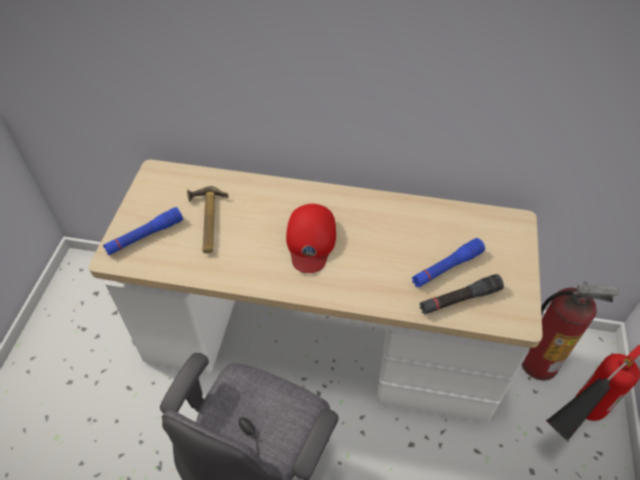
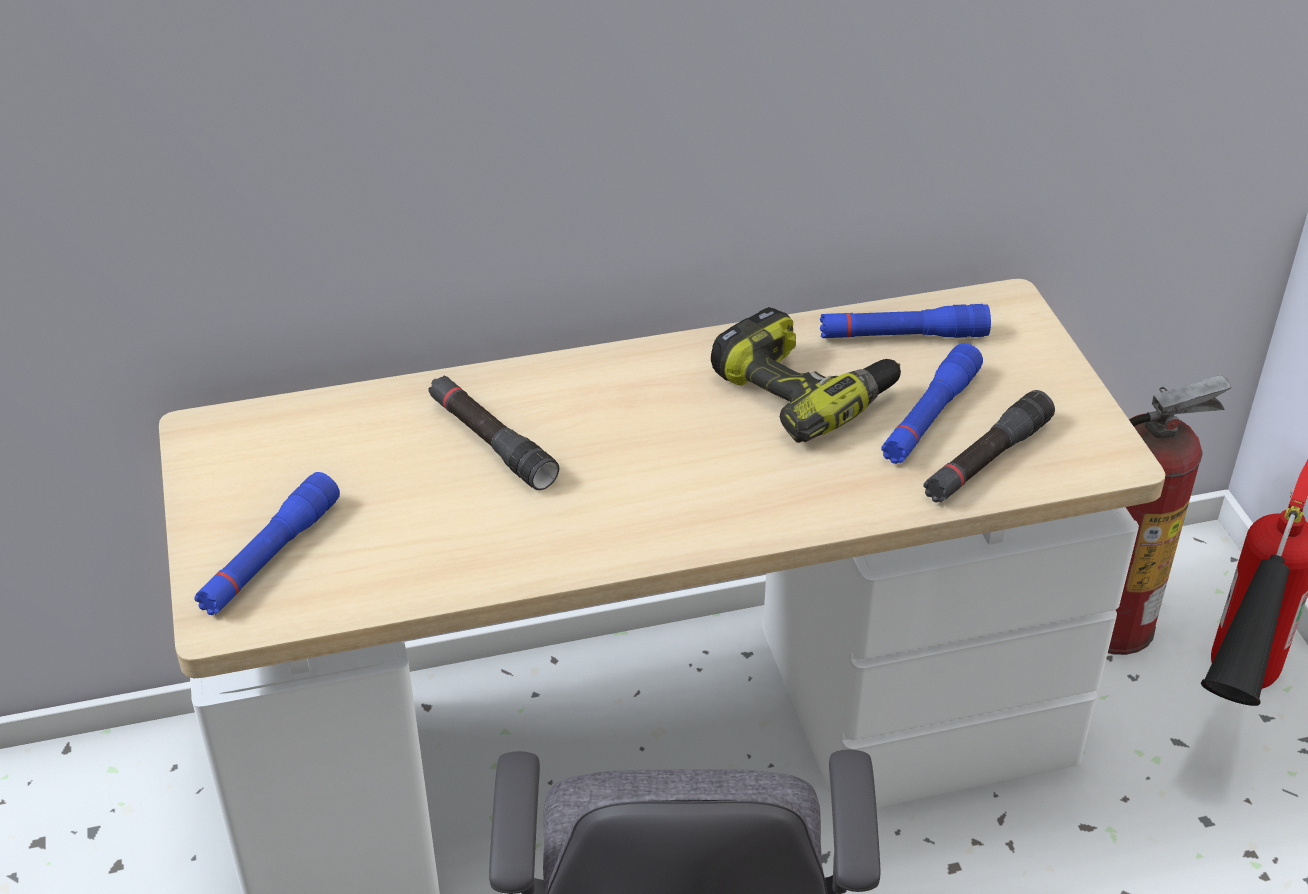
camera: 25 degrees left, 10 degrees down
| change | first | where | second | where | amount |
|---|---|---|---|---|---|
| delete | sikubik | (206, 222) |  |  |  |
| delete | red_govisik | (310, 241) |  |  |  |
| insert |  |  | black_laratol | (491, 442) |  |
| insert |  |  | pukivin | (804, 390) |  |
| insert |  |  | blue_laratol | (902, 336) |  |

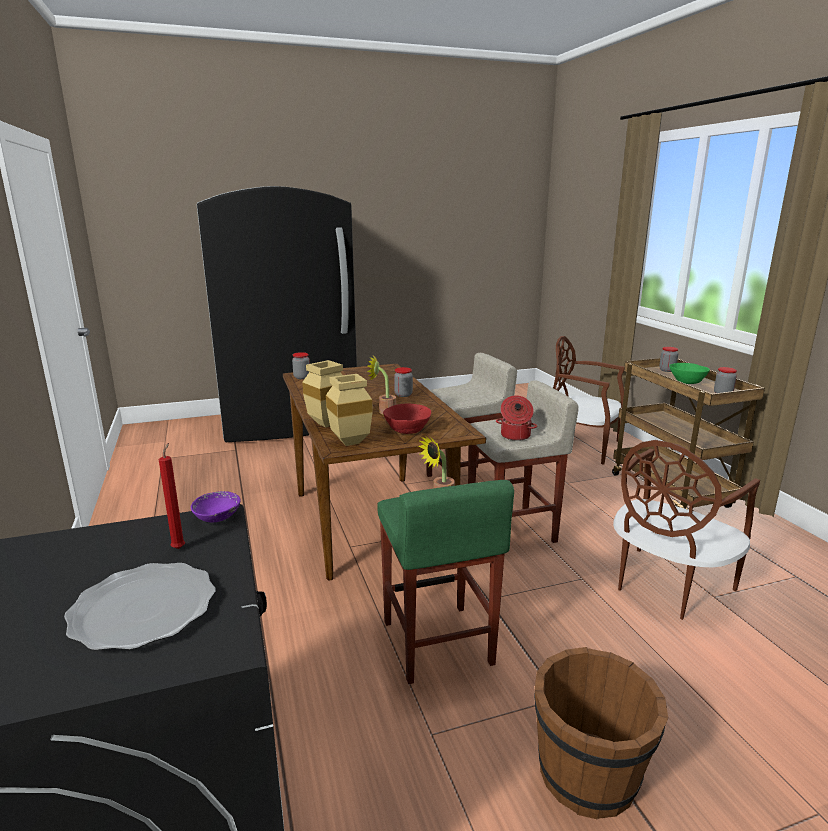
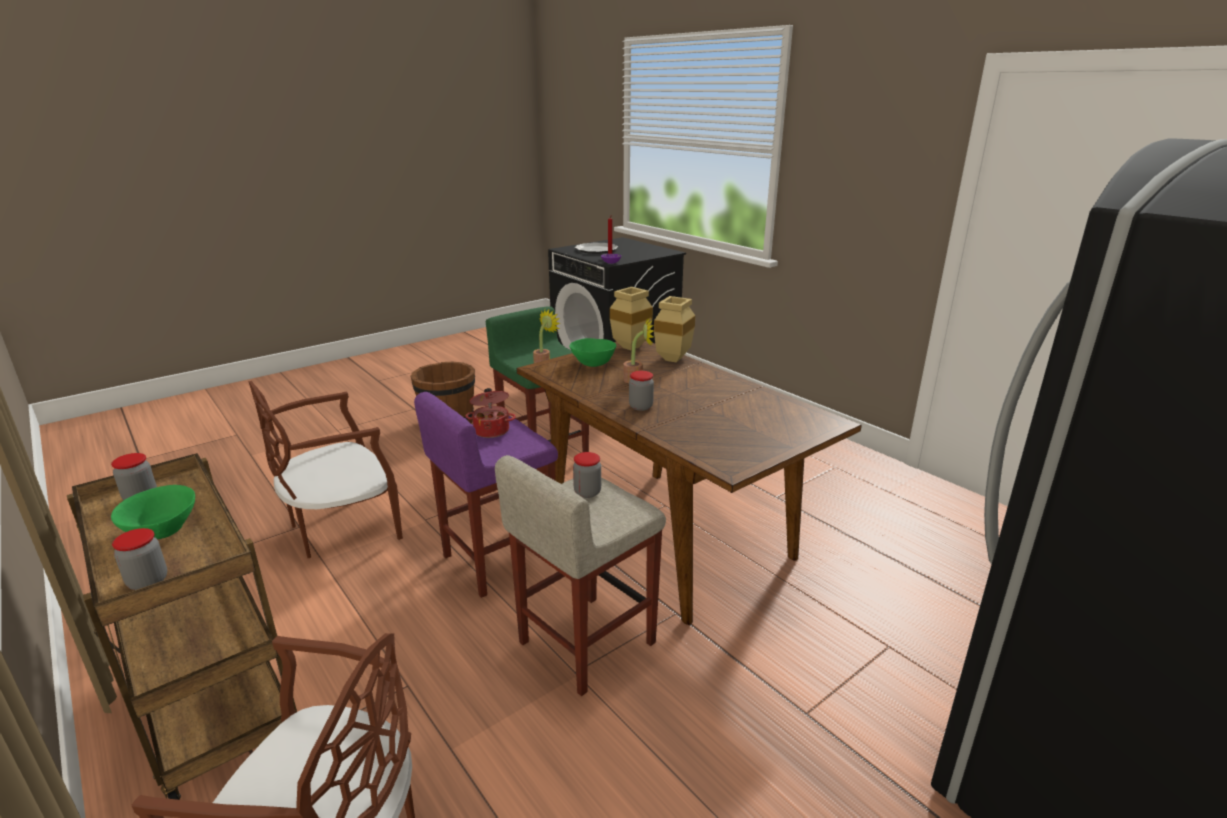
camera: 160 degrees right, 5 degrees up
| change | first | where | second | where | amount |
|---|---|---|---|---|---|
| move | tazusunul | (302, 377) |  | (587, 492) |  |
| recolor | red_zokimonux | (406, 430) | green_zokimonux | (593, 363) |  |
| recolor | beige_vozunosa | (512, 531) | purple_vozunosa | (498, 560) |  |
| rotate | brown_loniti | (666, 586) |  | (341, 528) | 150 degrees counterclockwise |

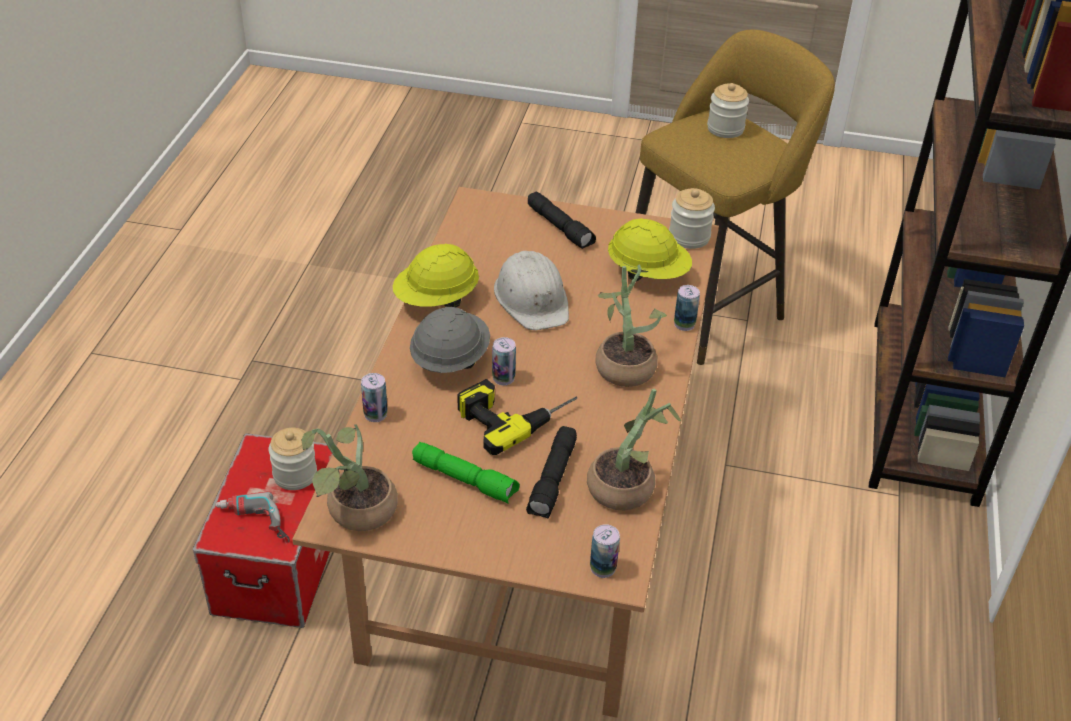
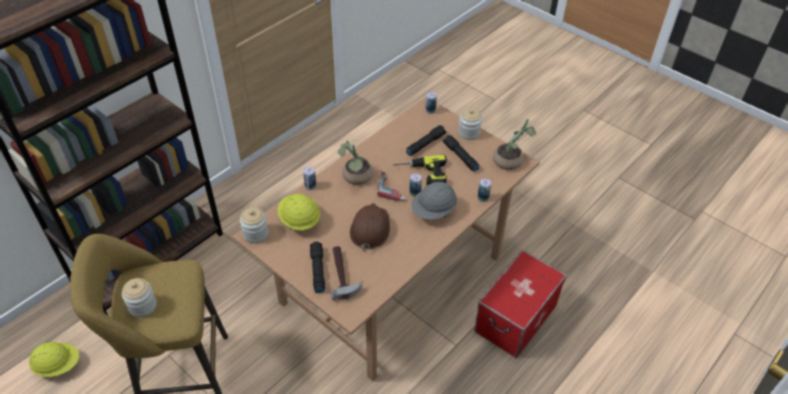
camera: 150 degrees left, 5 degrees up
| change | first | where | second | where | amount |
|---|---|---|---|---|---|
| delete | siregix | (628, 486) |  |  |  |
| insert |  |  | sikubik | (344, 275) |  |
| move | pukivin | (252, 525) |  | (393, 187) |  |
| move | tazusunul | (295, 475) |  | (468, 133) |  |
| move | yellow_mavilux | (436, 300) |  | (58, 365) |  |
| recolor | green_laratol | (466, 479) | black_laratol | (460, 157) |  |
| recolor | white_mavilux | (532, 299) | brown_mavilux | (370, 229) |  |

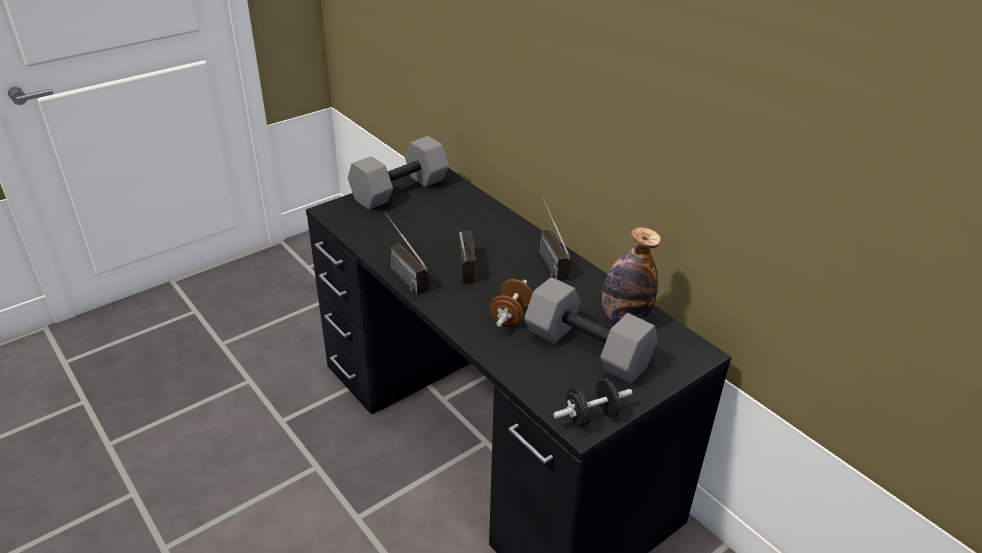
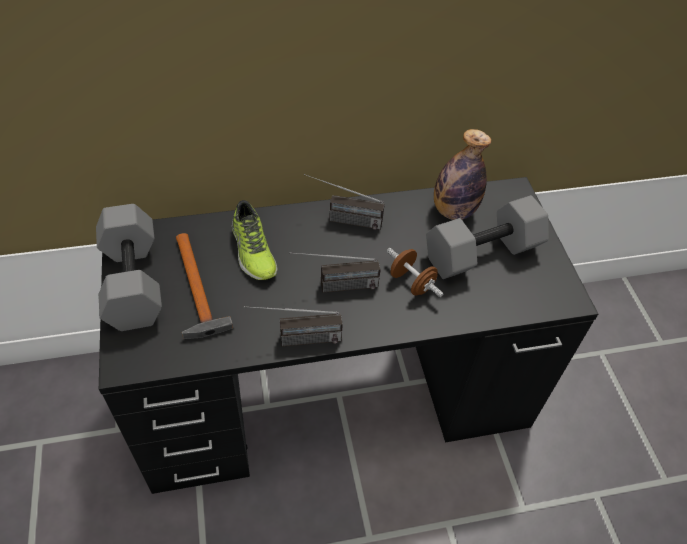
camera: 65 degrees left, 15 degrees up
| change | first | where | second | where | amount |
|---|---|---|---|---|---|
| delete | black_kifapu | (591, 416) |  |  |  |
| insert |  |  | sikubik | (196, 290) |  |
| insert |  |  | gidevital | (252, 250) |  |
| rotate | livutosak | (469, 275) |  | (334, 287) | 150 degrees clockwise |

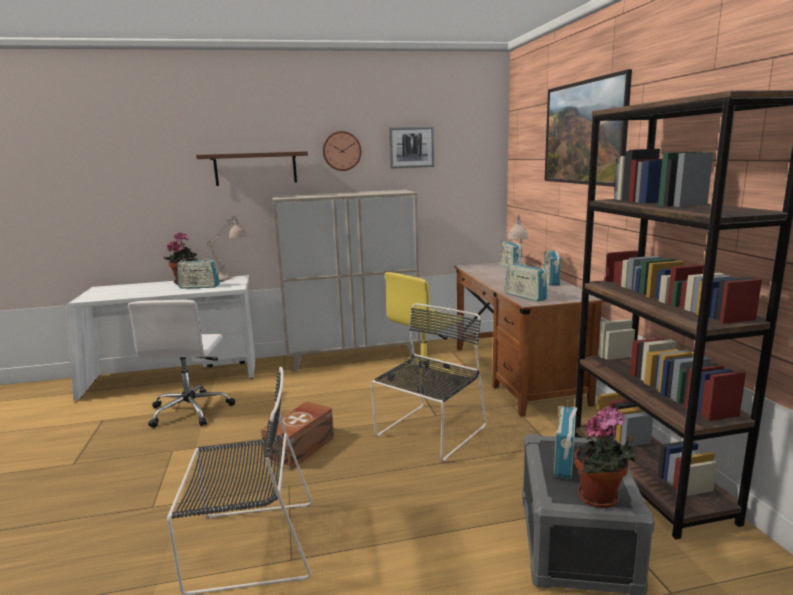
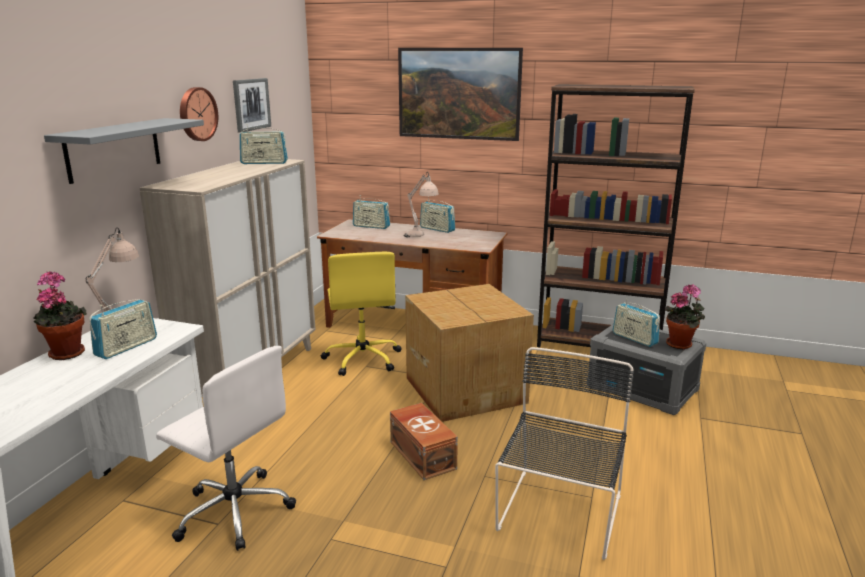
camera: 60 degrees left, 5 degrees up
| change | first | where | second | where | amount |
|---|---|---|---|---|---|
| move | livutosak | (525, 296) |  | (264, 163) |  |
| replace | black_loniti | (429, 432) | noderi | (466, 389) |  |
| recolor | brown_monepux | (255, 168) | grey_monepux | (114, 149) |  |

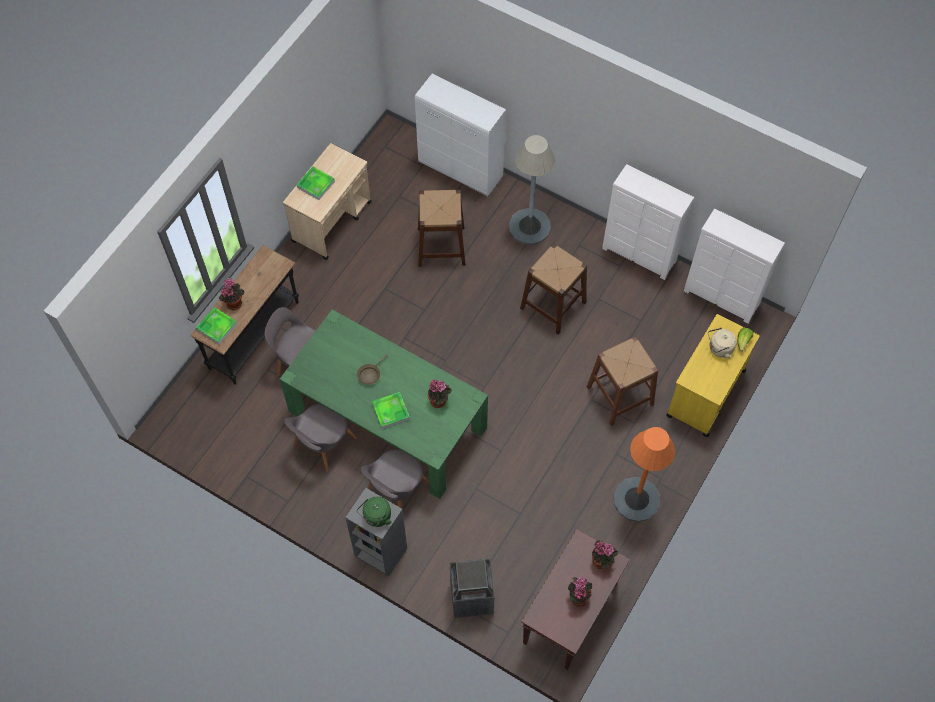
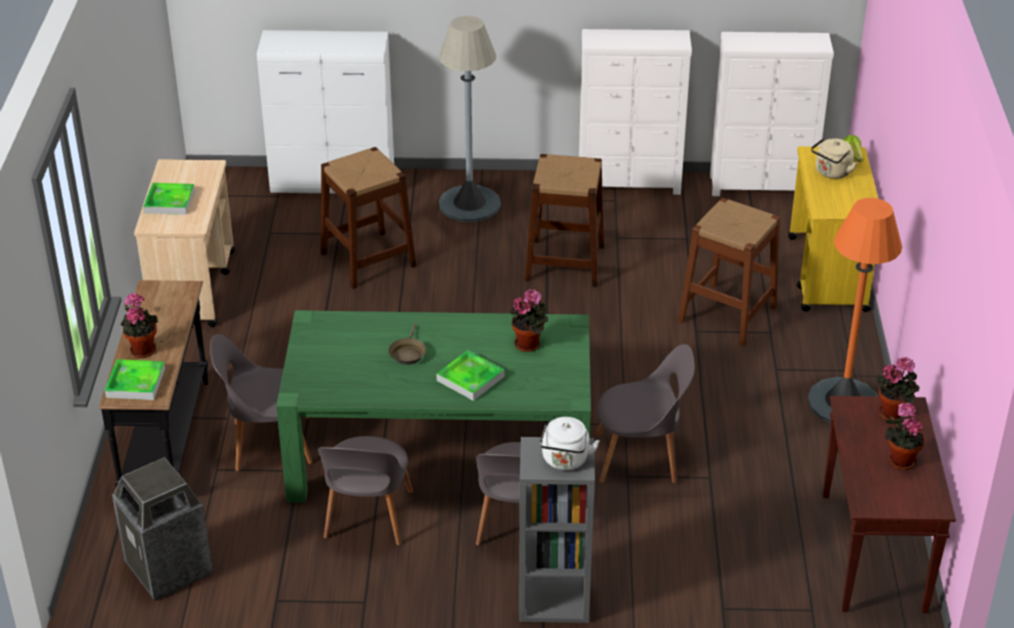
camera: 30 degrees left, 25 degrees down
| change | first | where | second | where | amount |
|---|---|---|---|---|---|
| insert |  |  | grey_loniti | (640, 458) |  |
| move | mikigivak | (472, 597) |  | (169, 569) |  |
| recolor | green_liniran | (376, 517) | white_liniran | (565, 461) |  |

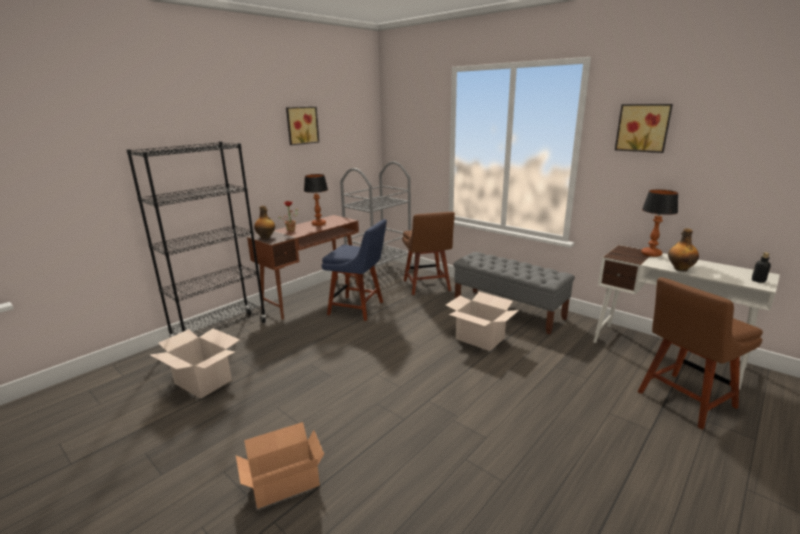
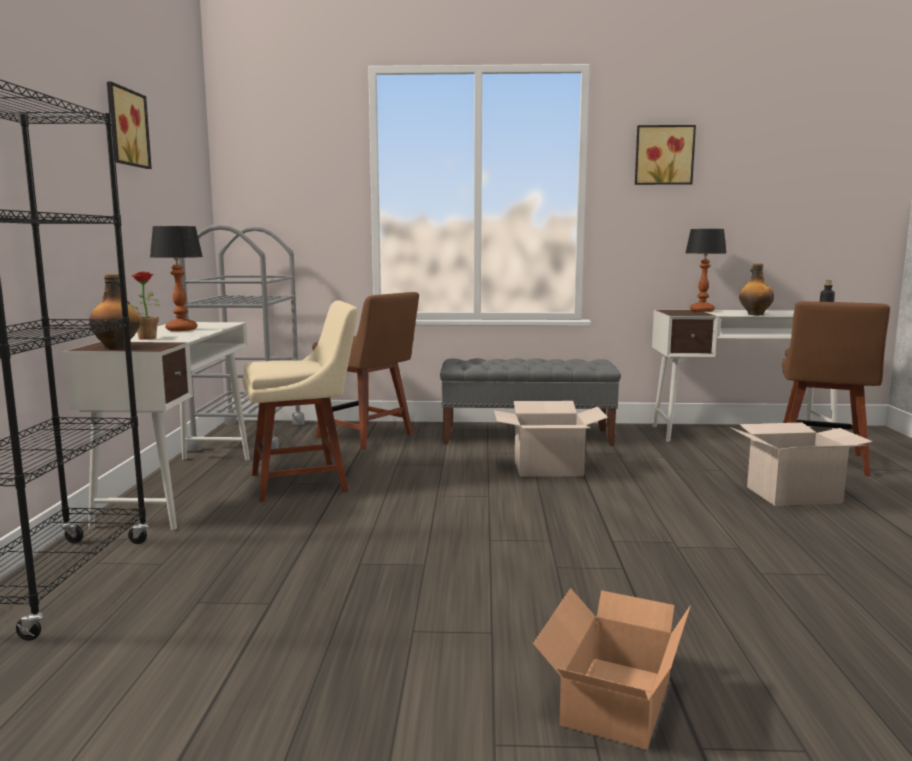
camera: 40 degrees left, 10 degrees down
| change | first | where | second | where | amount |
|---|---|---|---|---|---|
| move | noderi | (202, 382) |  | (793, 495) |  |
| recolor | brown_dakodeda | (312, 297) | white_dakodeda | (180, 488) |  |
| recolor | blue_loniti | (358, 308) | beige_loniti | (304, 482) |  |

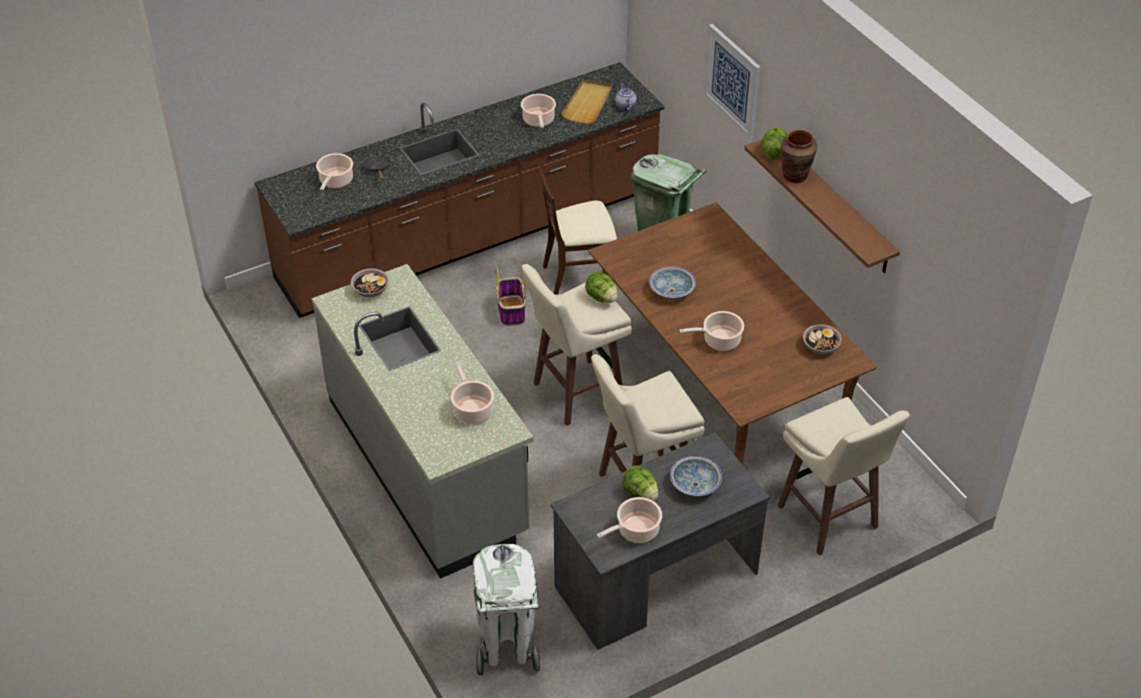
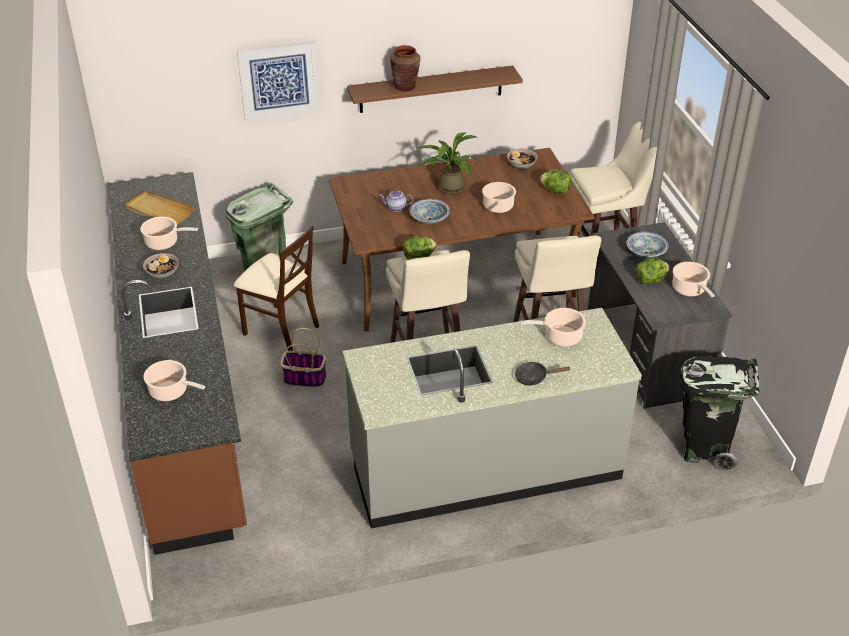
camera: 75 degrees left, 5 degrees down
| change | first | where | second | where | amount |
|---|---|---|---|---|---|
| insert |  |  | siregix | (448, 187) |  |
| move | zokimonux | (370, 290) |  | (162, 273) |  |
| move | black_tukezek | (377, 169) |  | (534, 377) |  |
| move | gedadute | (625, 106) |  | (396, 208) |  |
| move | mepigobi | (774, 153) |  | (555, 190) |  |
| recolor | white_mikigivak | (507, 649) | black_mikigivak | (705, 448) |  |
| rotate | beige_loniti | (578, 277) |  | (281, 329) | 60 degrees counterclockwise |

